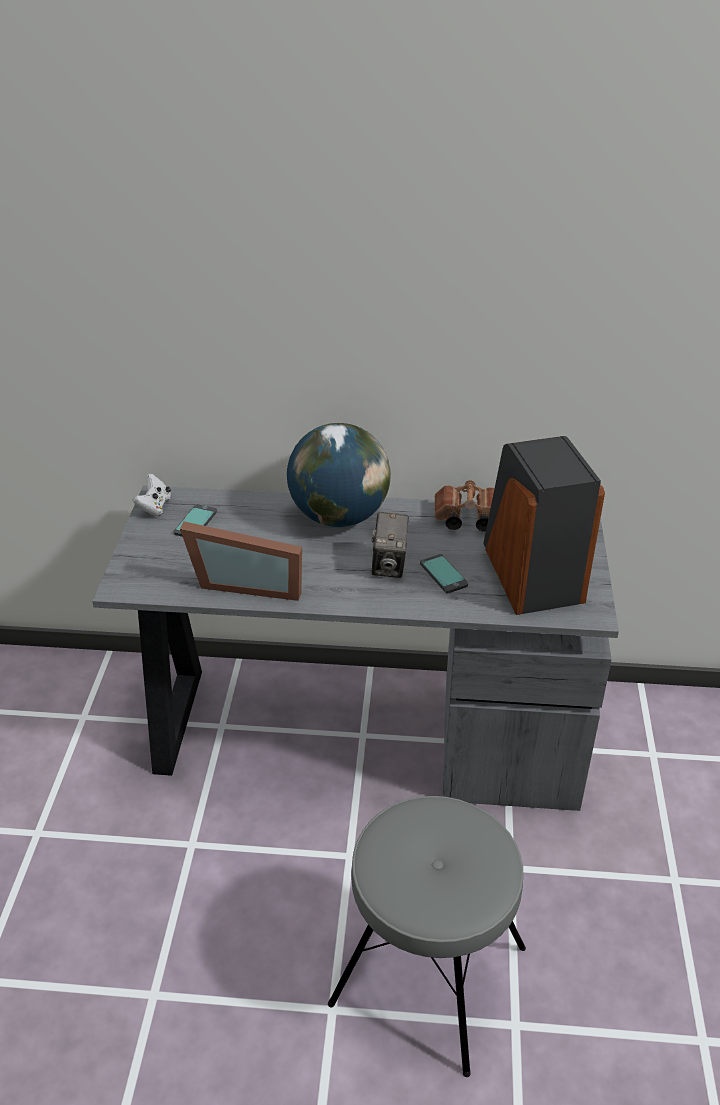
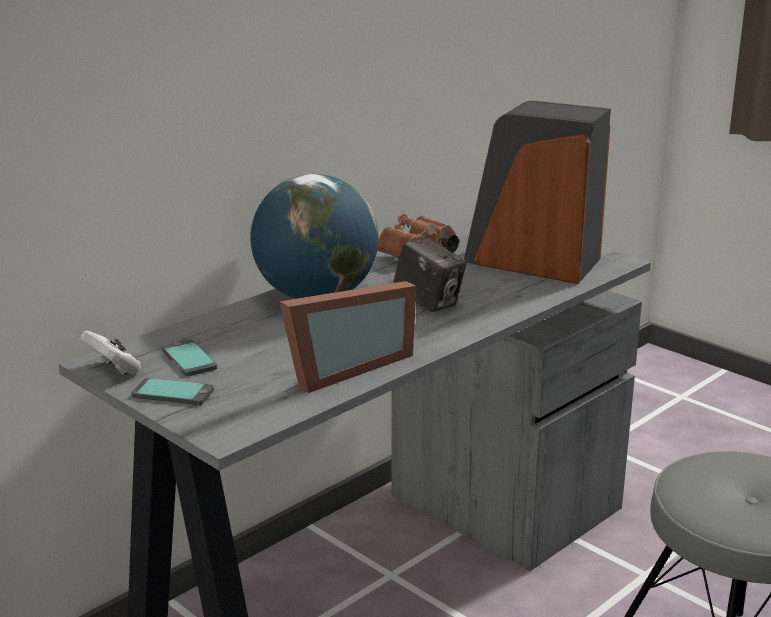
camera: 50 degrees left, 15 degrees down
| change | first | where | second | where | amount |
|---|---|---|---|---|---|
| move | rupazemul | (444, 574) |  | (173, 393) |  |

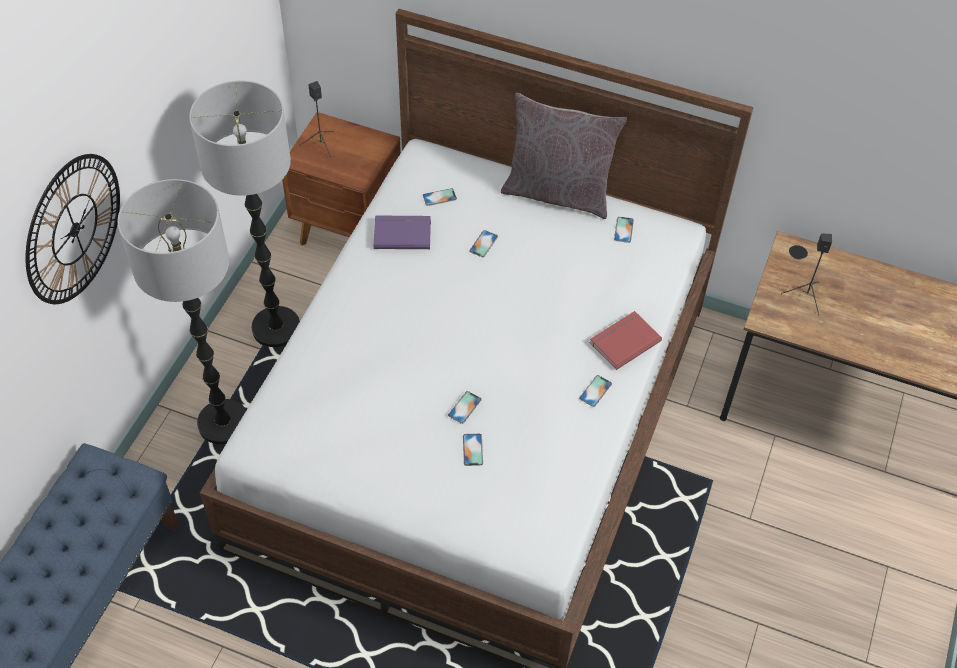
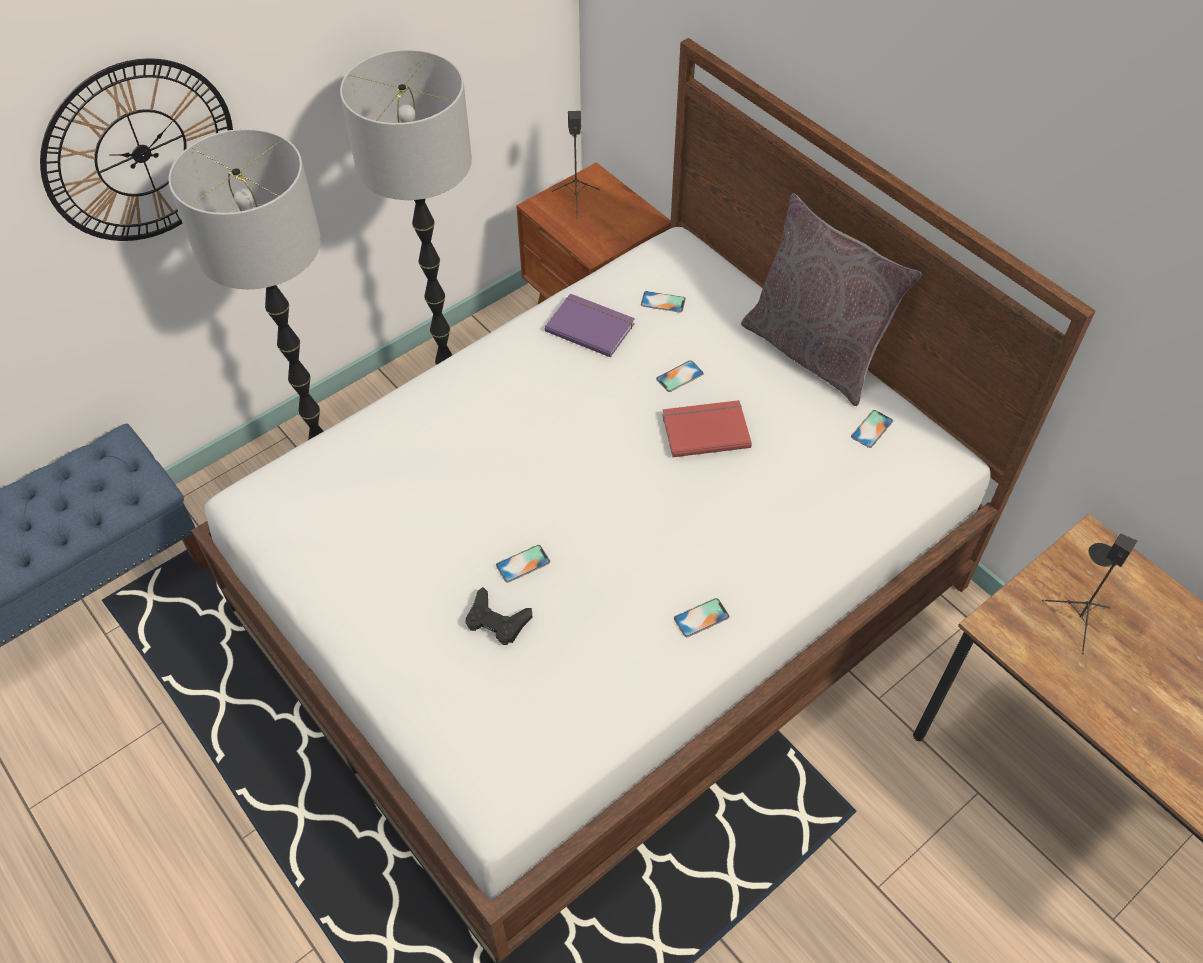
camera: 30 degrees right, 0 degrees up
| change | first | where | second | where | amount |
|---|---|---|---|---|---|
| move | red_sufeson | (623, 341) |  | (705, 429) |  |
| replace | rupazemul | (472, 450) | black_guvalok | (497, 621) |  |

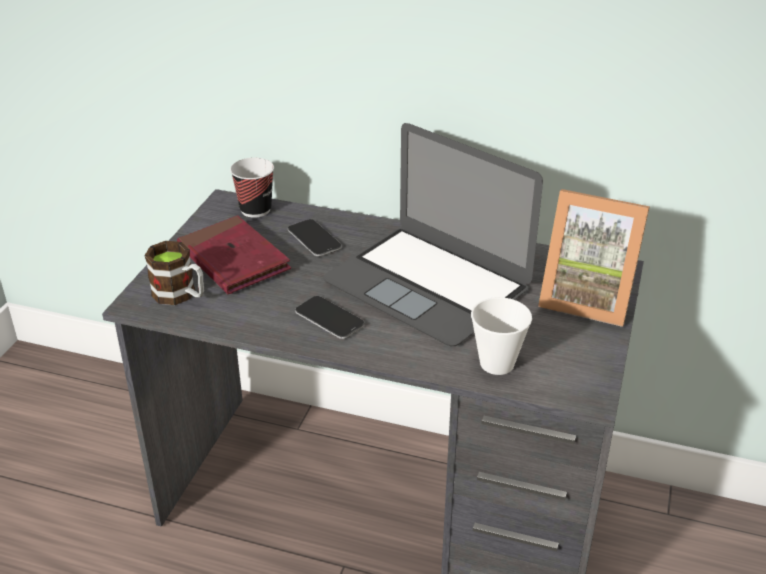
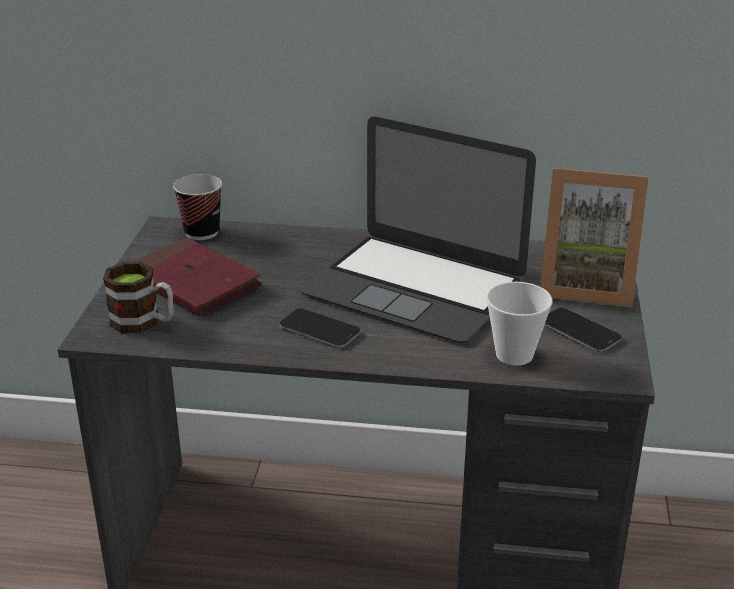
camera: 10 degrees left, 5 degrees down
| change | first | where | second | where | amount |
|---|---|---|---|---|---|
| move | rupazemul | (314, 239) |  | (579, 331) |  |

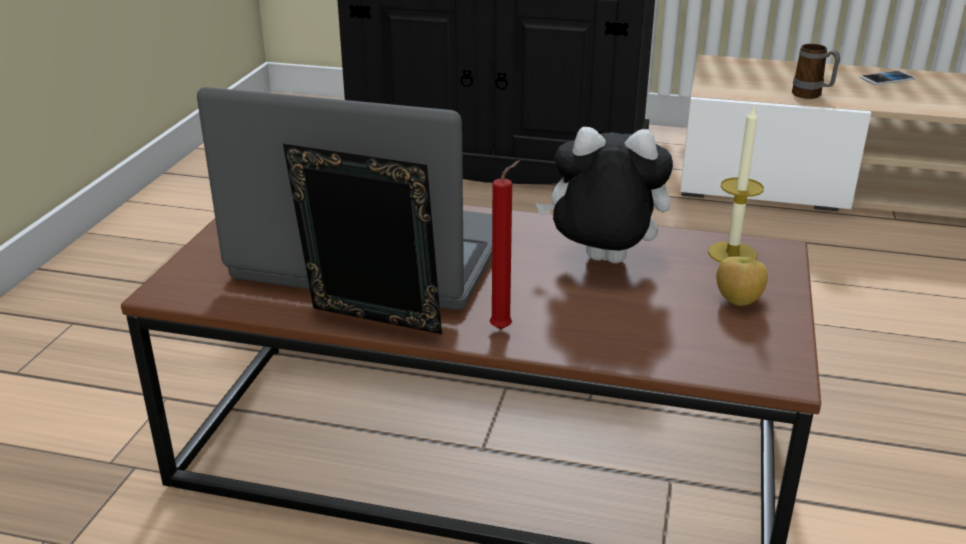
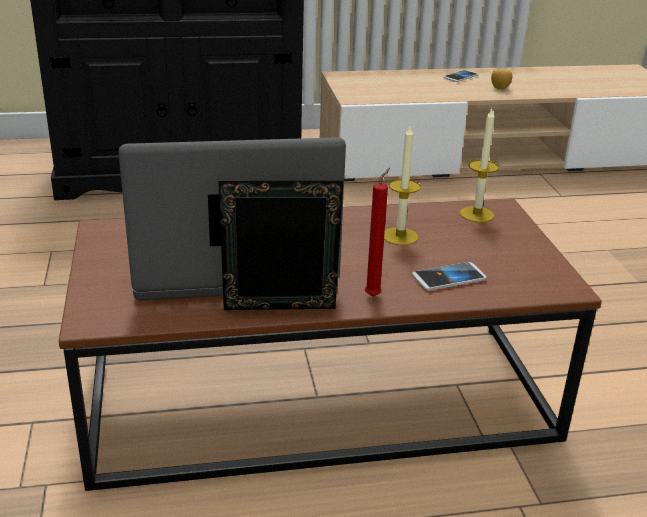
camera: 25 degrees left, 0 degrees up
| change | first | where | second | where | amount |
|---|---|---|---|---|---|
| delete | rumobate | (811, 96) |  |  |  |
| insert |  |  | rupazemul | (449, 278) |  |
| move | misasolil | (738, 302) |  | (500, 88) |  |
| replace | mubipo | (601, 263) | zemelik | (400, 236) |  |

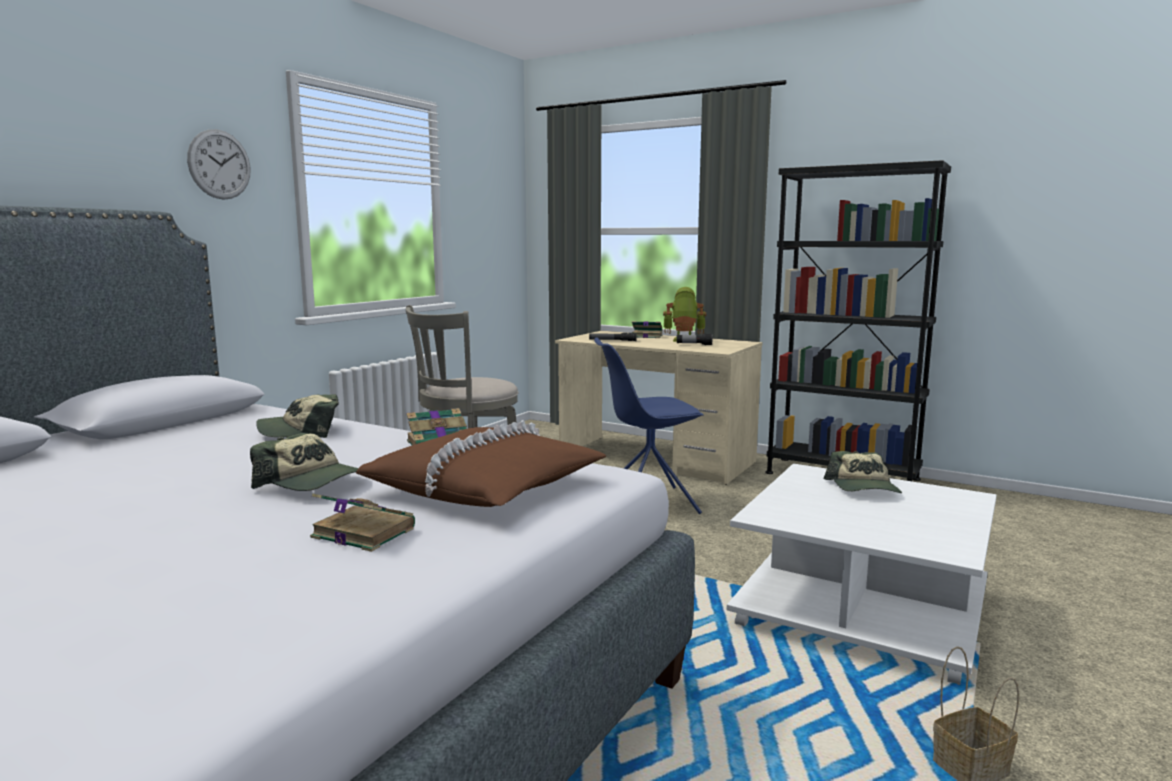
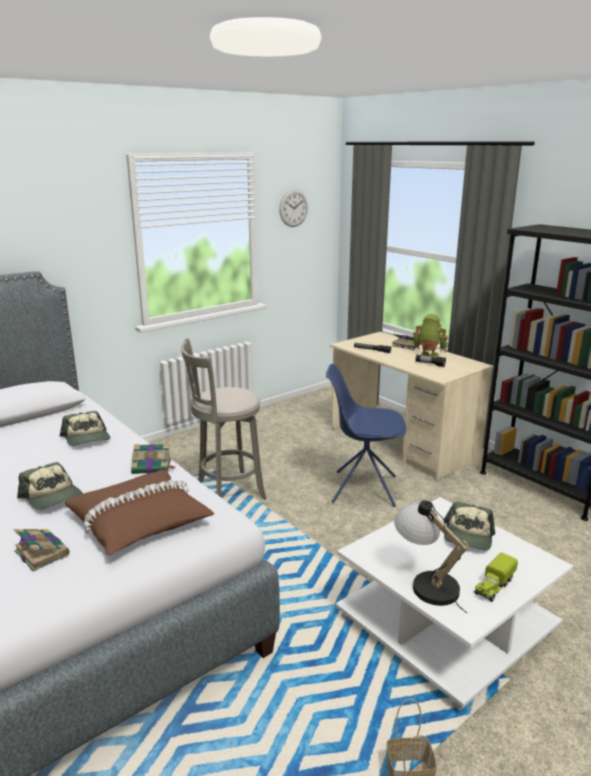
camera: 20 degrees right, 10 degrees up
| change | first | where | second | where | amount |
|---|---|---|---|---|---|
| insert |  |  | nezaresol | (426, 582) |  |
| insert |  |  | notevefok | (493, 587) |  |
| move | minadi | (219, 164) |  | (293, 208) |  |
| rotate | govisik | (301, 431) |  | (87, 438) | 120 degrees counterclockwise |

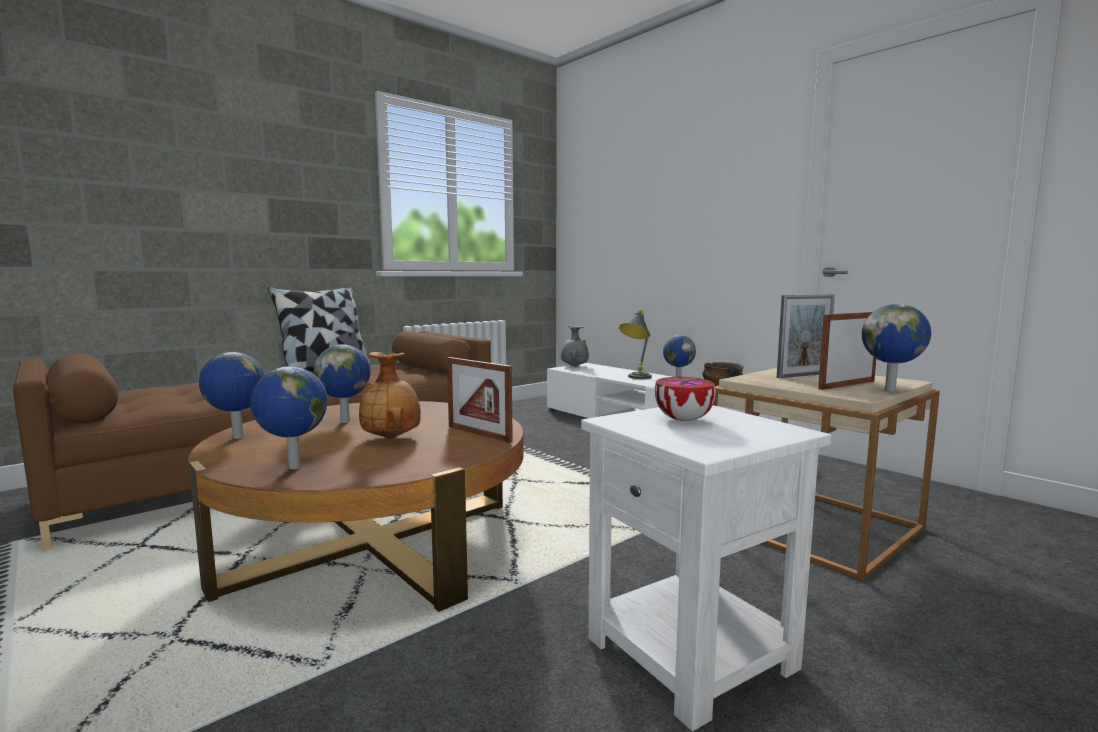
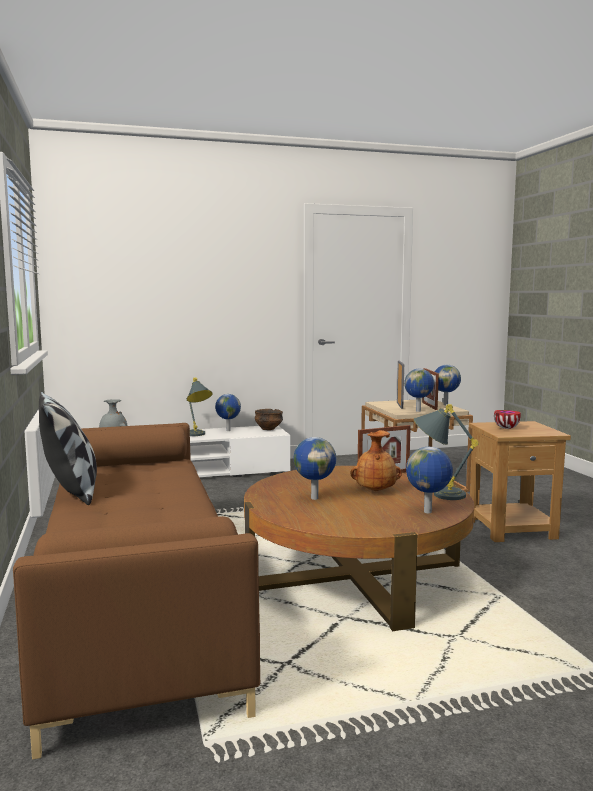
camera: 65 degrees left, 0 degrees up
| change | first | where | second | where | amount |
|---|---|---|---|---|---|
| insert |  |  | grey_nezaresol | (437, 494) |  |
| move | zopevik | (237, 437) |  | (419, 411) |  |
| recolor | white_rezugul | (692, 654) | brown_rezugul | (512, 528) |  |

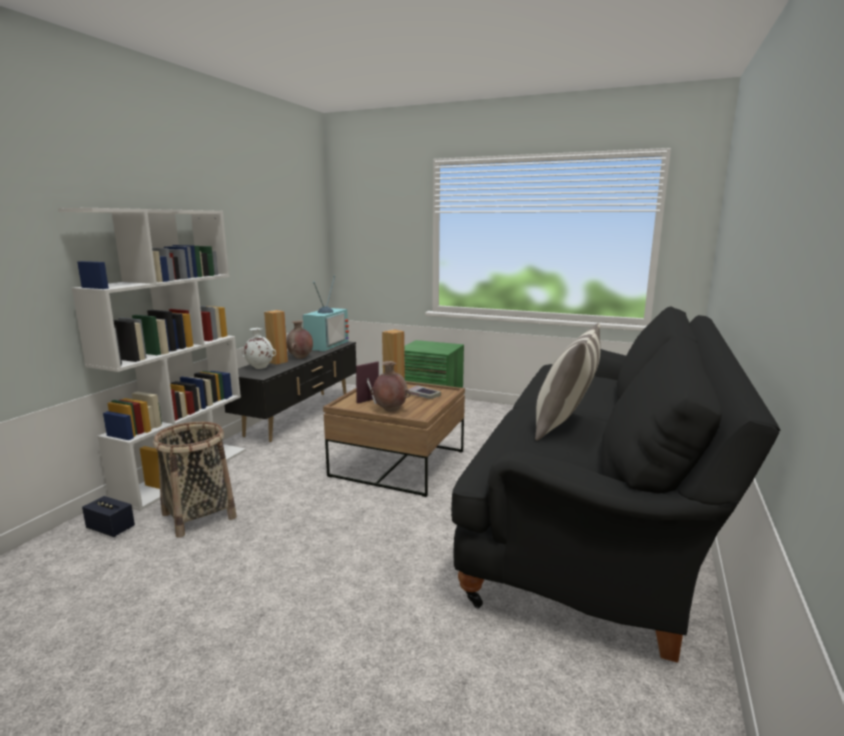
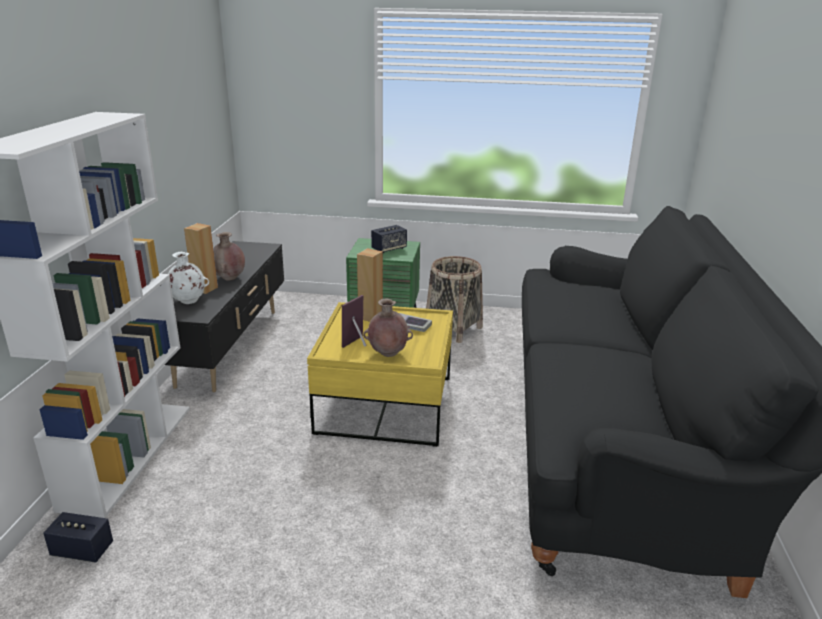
camera: 15 degrees left, 10 degrees up
| change | first | where | second | where | amount |
|---|---|---|---|---|---|
| delete | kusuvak | (325, 345) |  |  |  |
| delete | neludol | (565, 425) |  |  |  |
| insert |  |  | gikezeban | (389, 249) |  |
| move | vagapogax | (199, 515) |  | (453, 329) |  |
| recolor | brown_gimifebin | (398, 463) | yellow_gimifebin | (385, 405) |  |

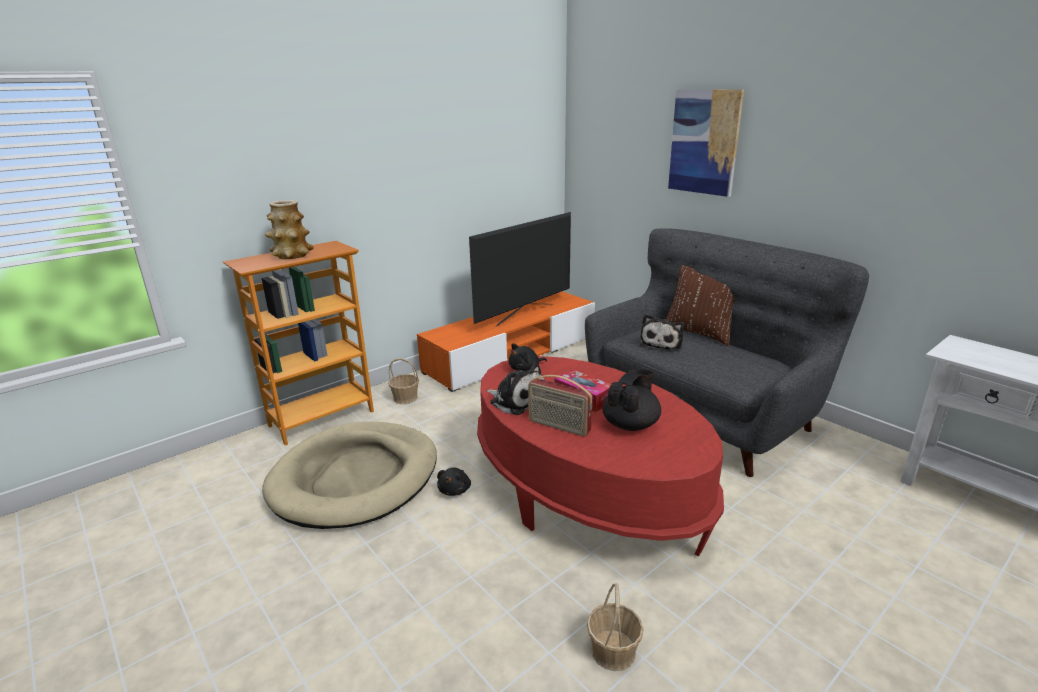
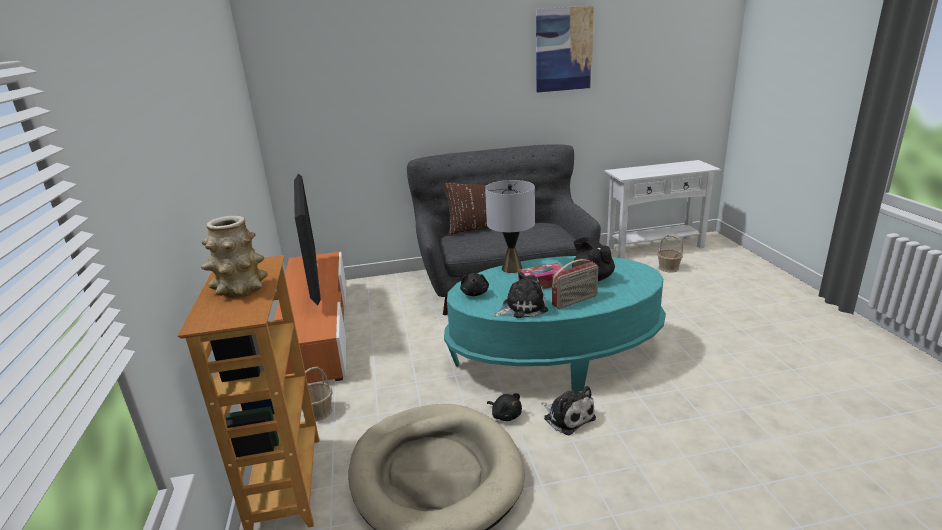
camera: 60 degrees left, 0 degrees up
| change | first | where | second | where | amount |
|---|---|---|---|---|---|
| insert |  |  | grey_nezaresol | (511, 268) |  |
| move | vagapogax | (613, 650) |  | (668, 268) |  |
| move | mubipo | (662, 343) |  | (567, 417) |  |
| move | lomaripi | (704, 142) |  | (563, 49) |  |
| recolor | red_gimifebin | (586, 491) | turquoise_gimifebin | (555, 354) |  |

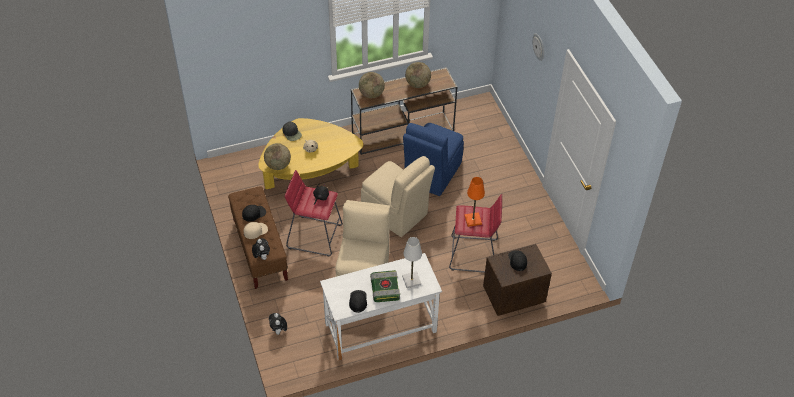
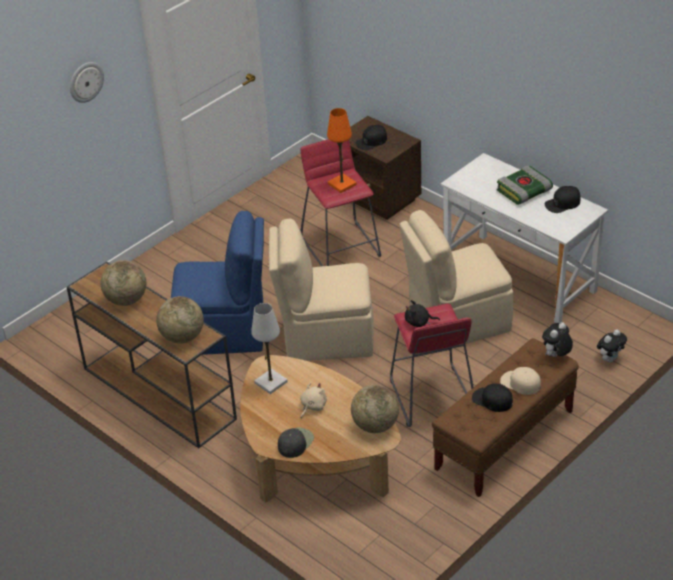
camera: 115 degrees left, 10 degrees down
| change | first | where | second | where | amount |
|---|---|---|---|---|---|
| move | white_nezaresol | (411, 280) |  | (271, 382) |  |
| recolor | yellow_gimifebin | (310, 172) | brown_gimifebin | (314, 458) |  |
| rotate | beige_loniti | (395, 213) |  | (326, 337) | 105 degrees counterclockwise |

